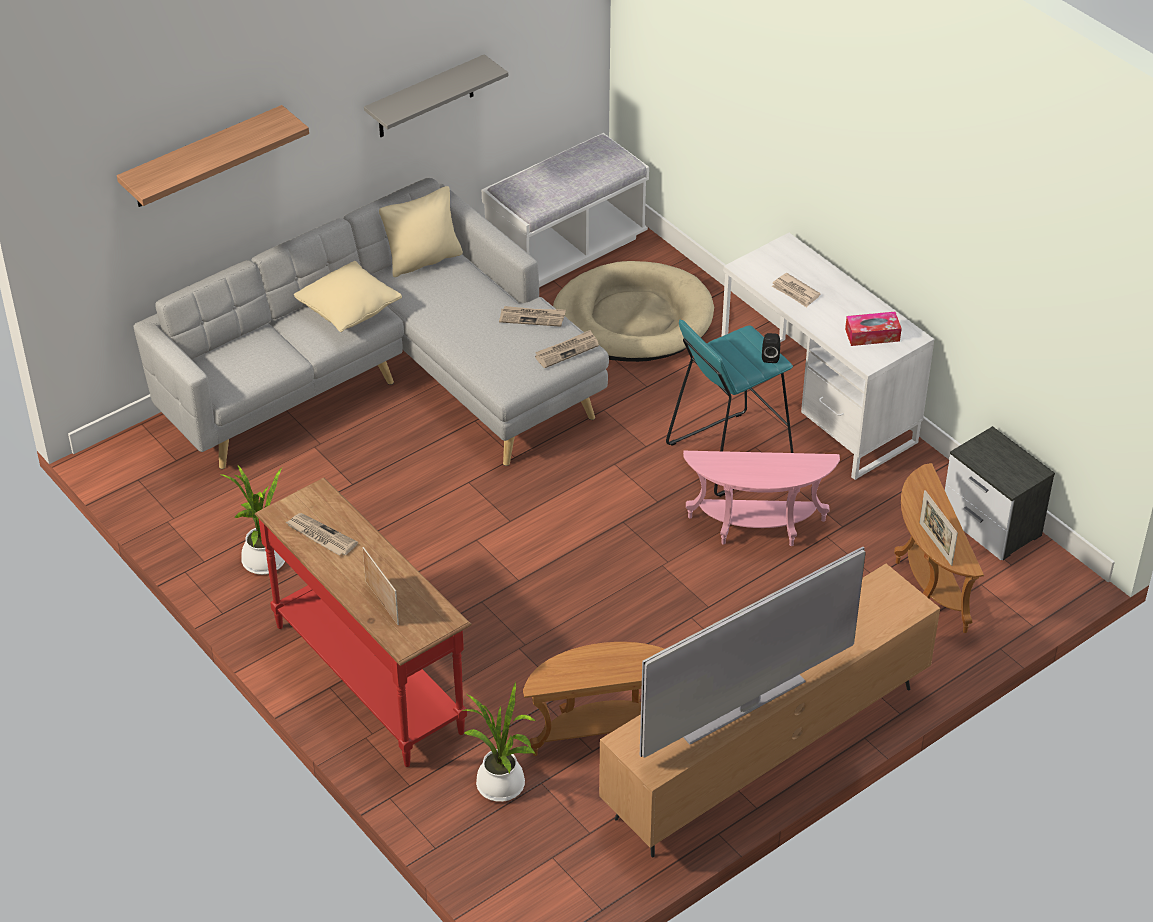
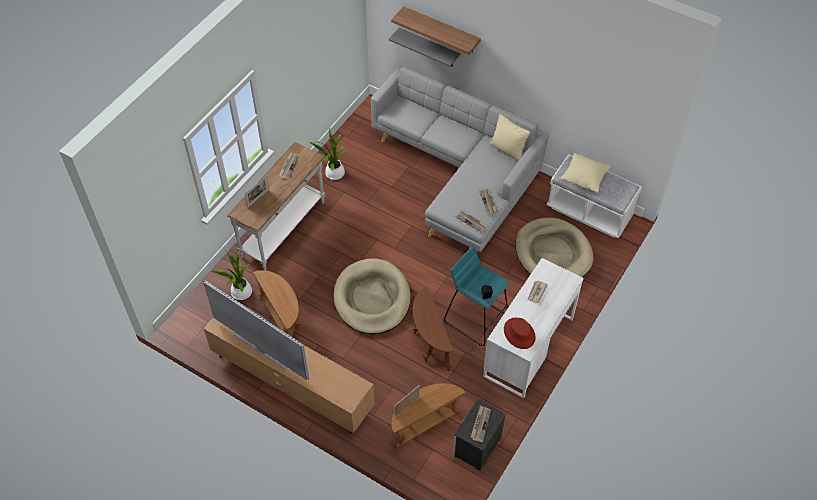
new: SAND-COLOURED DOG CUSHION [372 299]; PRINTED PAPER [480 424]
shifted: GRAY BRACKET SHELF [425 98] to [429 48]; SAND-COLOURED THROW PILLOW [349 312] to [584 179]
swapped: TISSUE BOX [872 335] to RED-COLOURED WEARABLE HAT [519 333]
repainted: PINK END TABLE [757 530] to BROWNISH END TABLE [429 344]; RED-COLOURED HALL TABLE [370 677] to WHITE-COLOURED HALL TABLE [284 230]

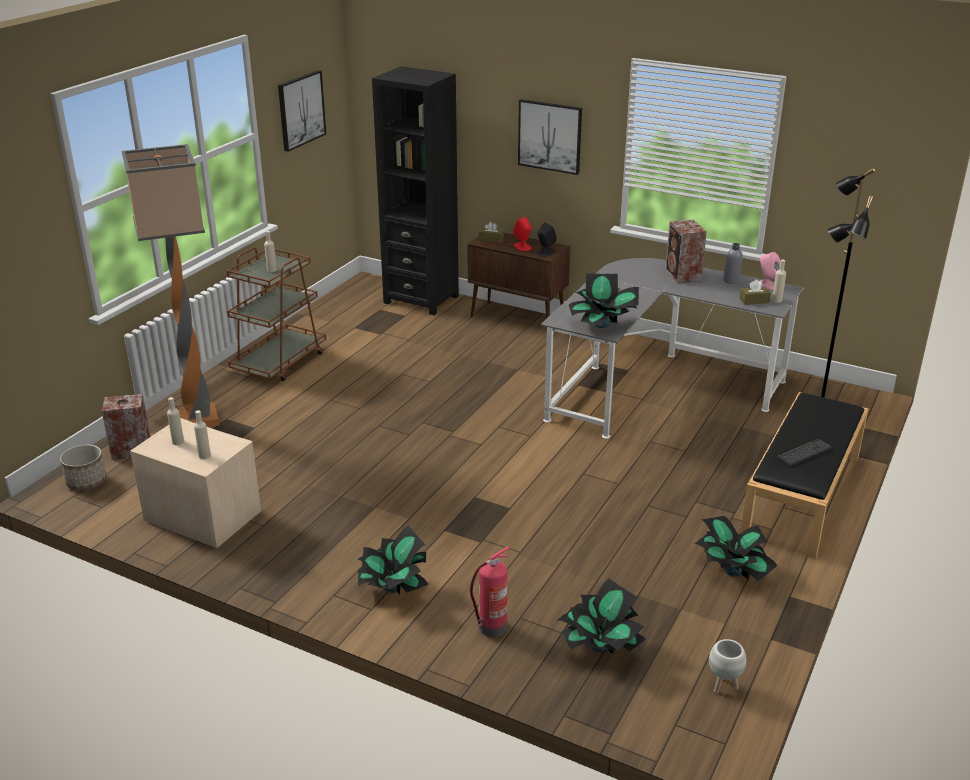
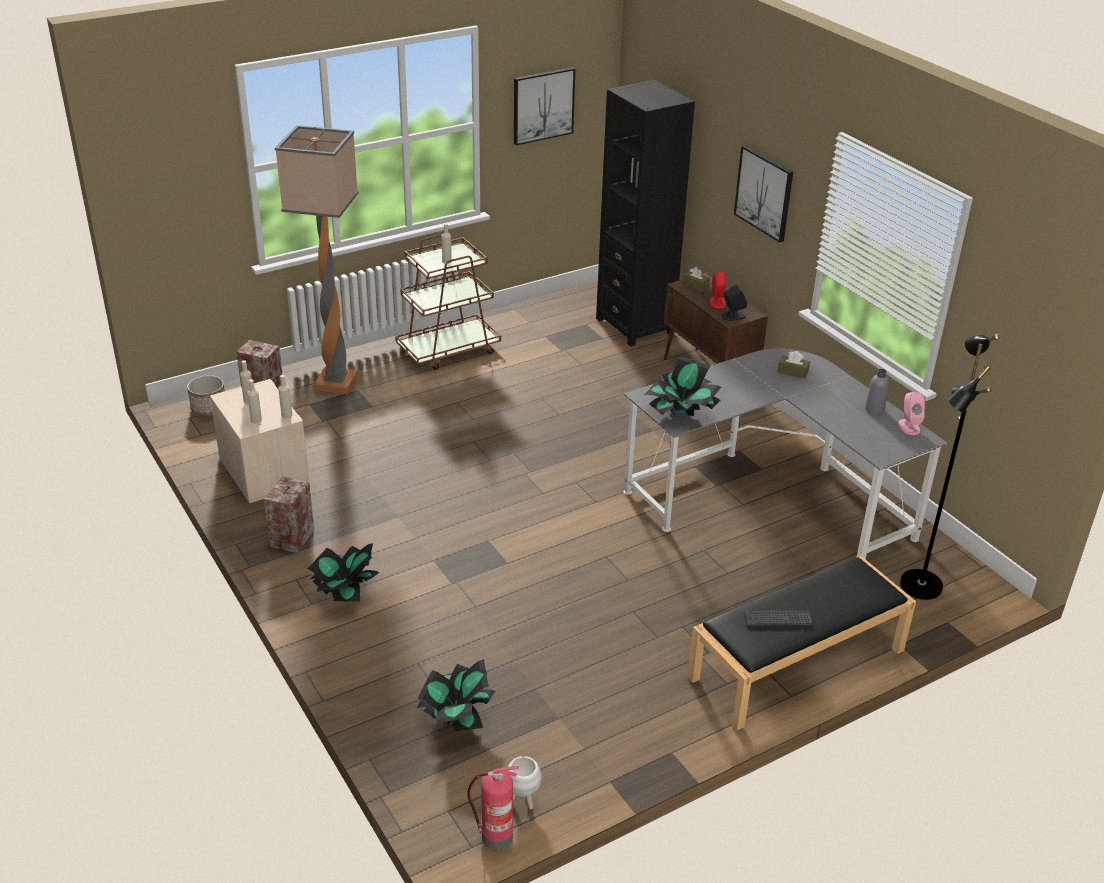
gone: HOUSEPLANT [732 571]
shifted: LOUDSPEAKER [683 275] to [291 539]; SAND-COLOURED DRINK BOTTLE [777 300] to [286 415]; BROWNISH TISSUE BOX [754 300] to [792 372]; FIRE-FIGHTING CYLINDER [491 628] to [495 837]

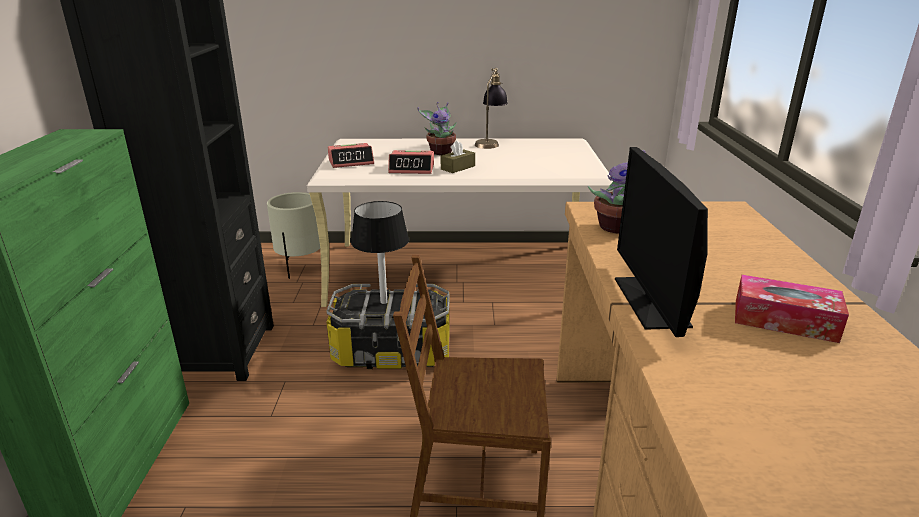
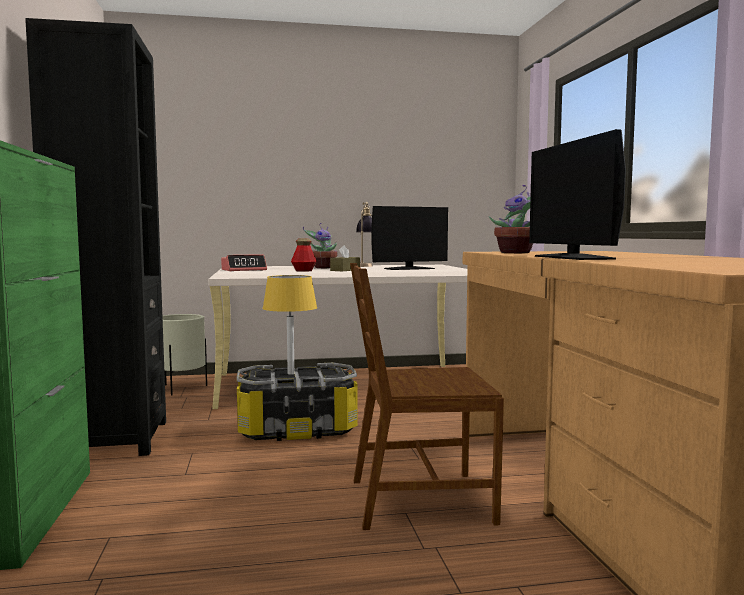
gone: TISSUE BOX [784 320]
new: COMPUTER DISPLAY [409 268]
swapped: BEDSIDE CLOCK [412 169] to DRINK BOTTLE [303 271]
repainted: BLACKISH LAMP FOR A TABLE [383 302] to YELLOW-COLOURED LAMP FOR A TABLE [290 373]

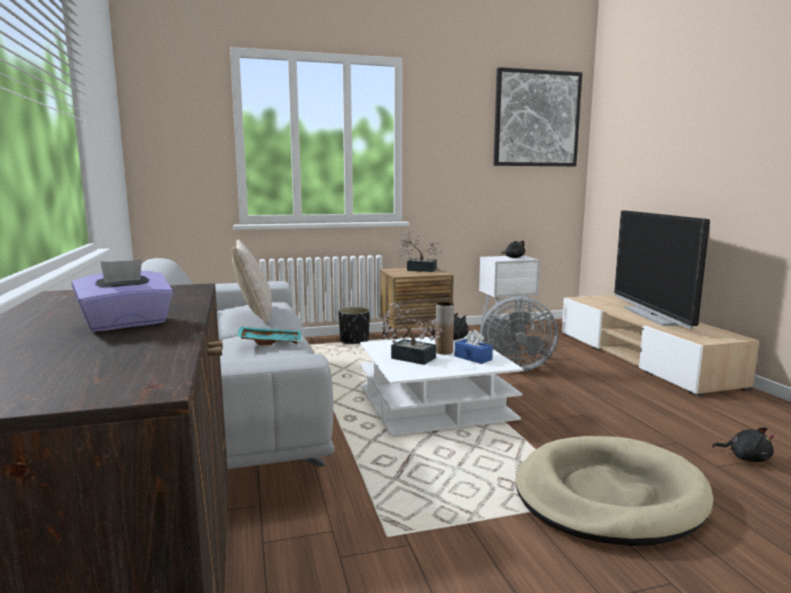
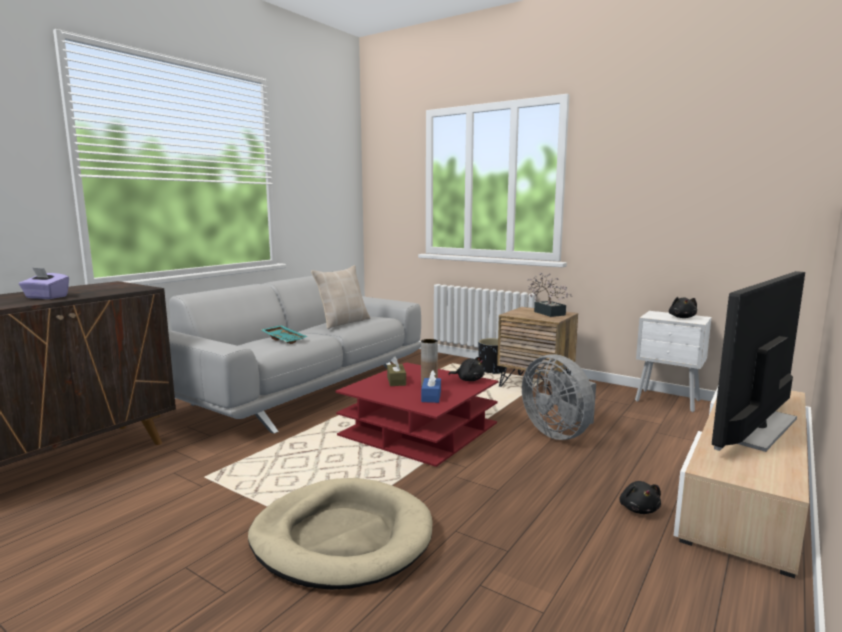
gone: WALL PICTURE [536 119]
shifted: BLACKISH SOFT TOY [746 458] to [638 509]
swapped: HOUSEPLANT [409 357] to BROWNISH TISSUE BOX [396 381]
repainted: WHITE-COLOURED COFFEE TABLE [434 403] to RED-COLOURED COFFEE TABLE [419 430]

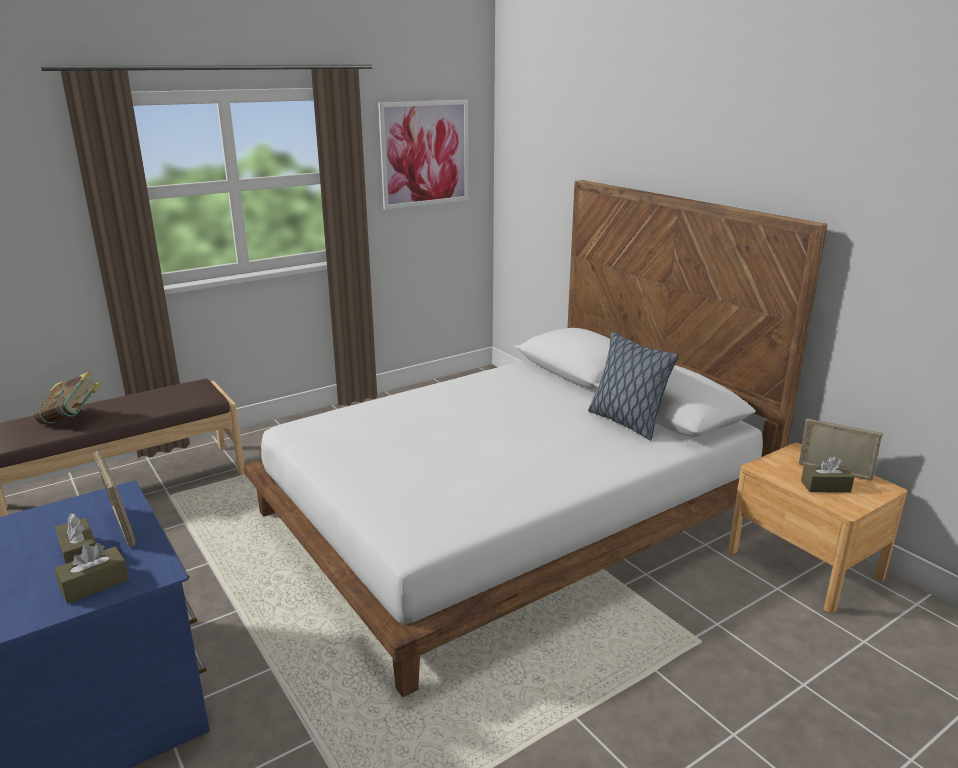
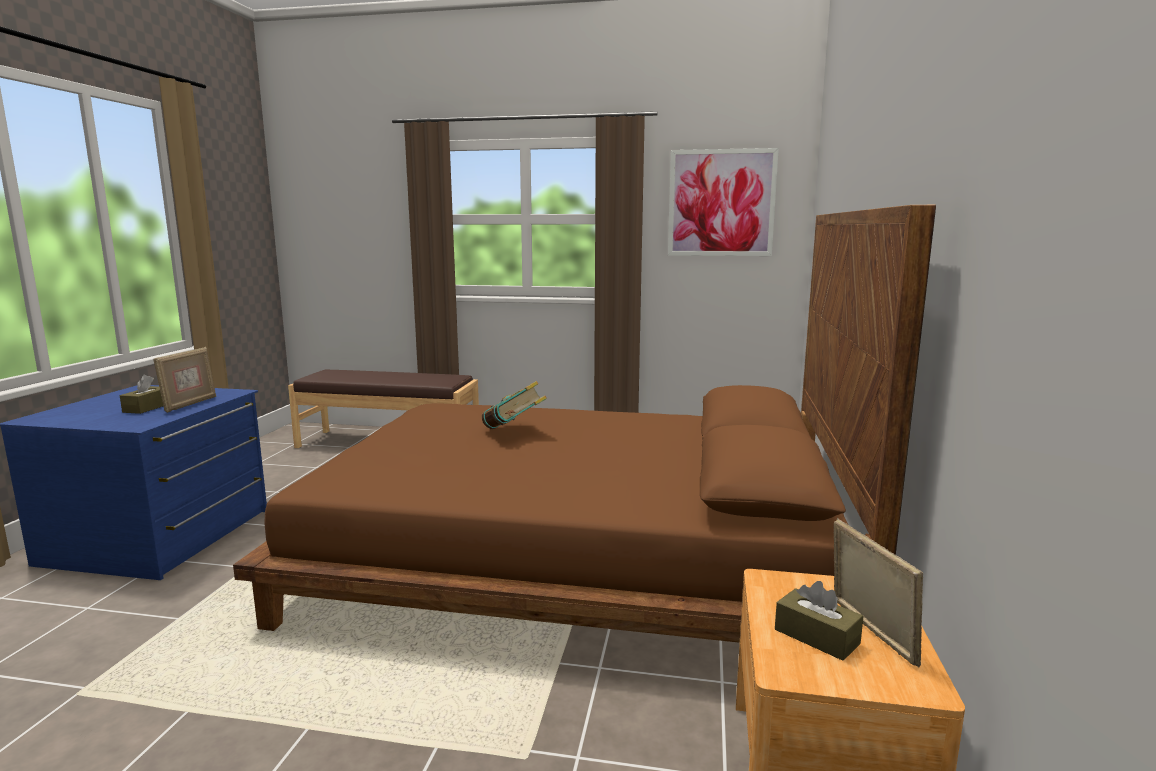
gone: THROW PILLOW [626 422]; BROWNISH TISSUE BOX [94 584]
shifted: VOLUME [72 420] to [514 431]
repainted: WHITE-COLOURED BED [511 515] to BROWNISH BED [576 559]

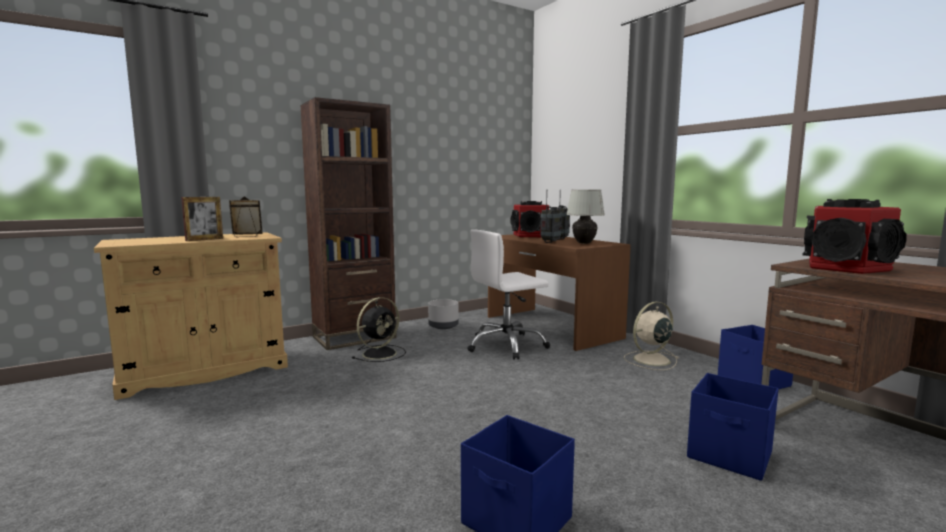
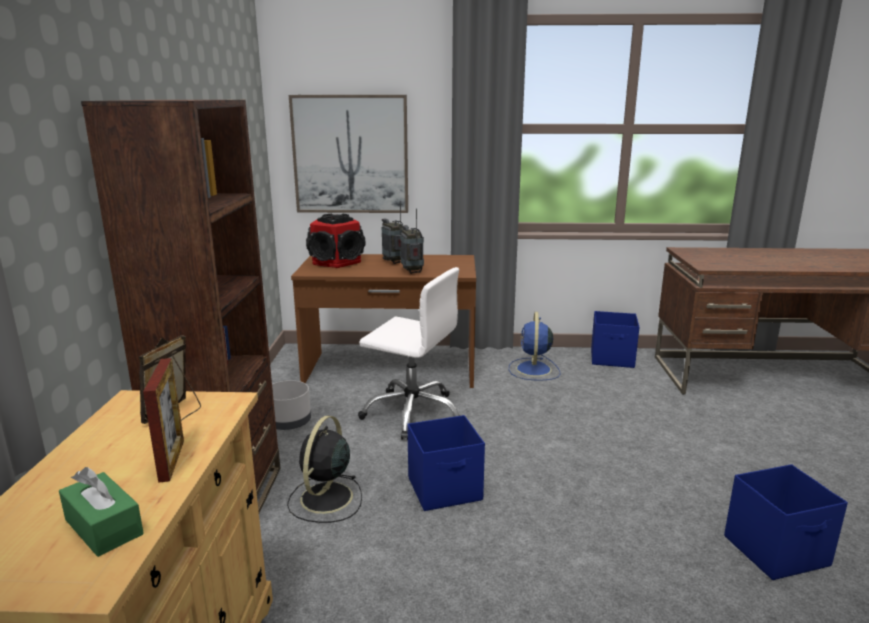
gone: WHITE-COLOURED LAMP FOR A TABLE [584 243]; LOUDSPEAKER [846 268]
new: WALL PICTURE [350 155]; GREENISH TISSUE BOX [104 527]
shifted: BLUE-COLOURED STORAGE CONTAINER [730 456] to [446 489]
repainted: SAND-COLOURED FAN [650 360] to BLUE-COLOURED FAN [533 370]
rotated: WHITE-COLOURED OFFICE CHAIR [506 345] = [413 412] 75 degrees counterclockwise; BLACKISH FAN [381 353] = [325 499] 150 degrees counterclockwise

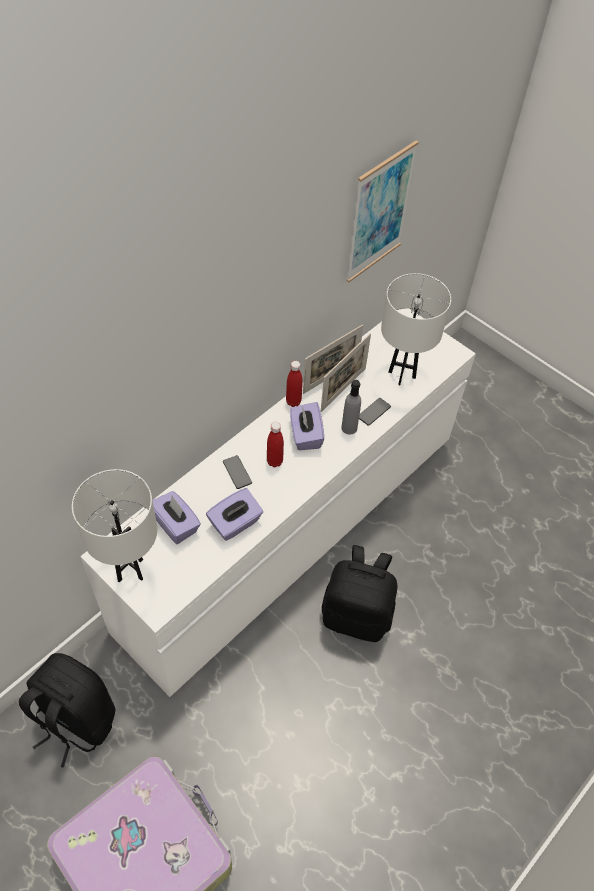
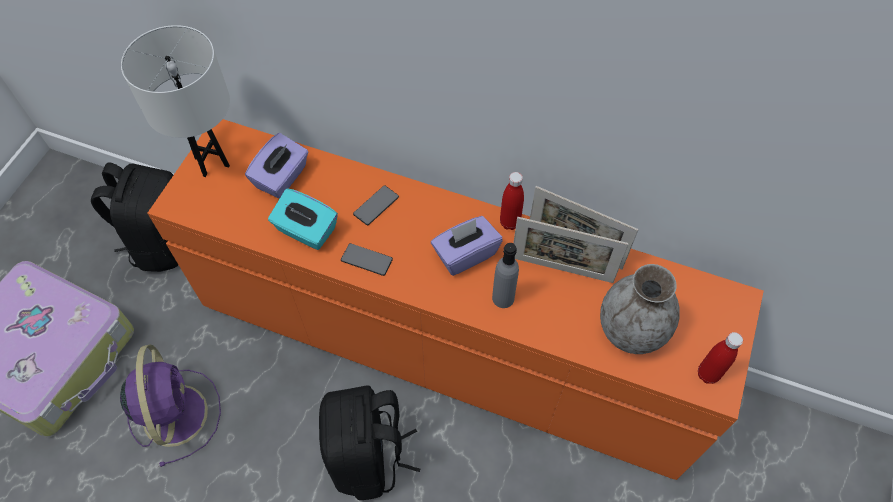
gone: WALL PICTURE [379 213]
new: PURPLE-COLOURED FAN [175 412]
shifted: HANDSET [374 412] to [366 260]; RED-COLOURED DRINK BOTTLE [274 461] to [707 374]
swapped: WHITE-COLOURED LAMP FOR A TABLE [402 374] to GRAY FLOWER VASE [631 331]
repainted: WHITE-COLOURED DRAWER CHEST [290 531] to ORANGE DRAWER CHEST [446 343]; PURPLE-COLOURED TISSUE BOX [235 523] to TURQUOISE-COLOURED TISSUE BOX [306 231]

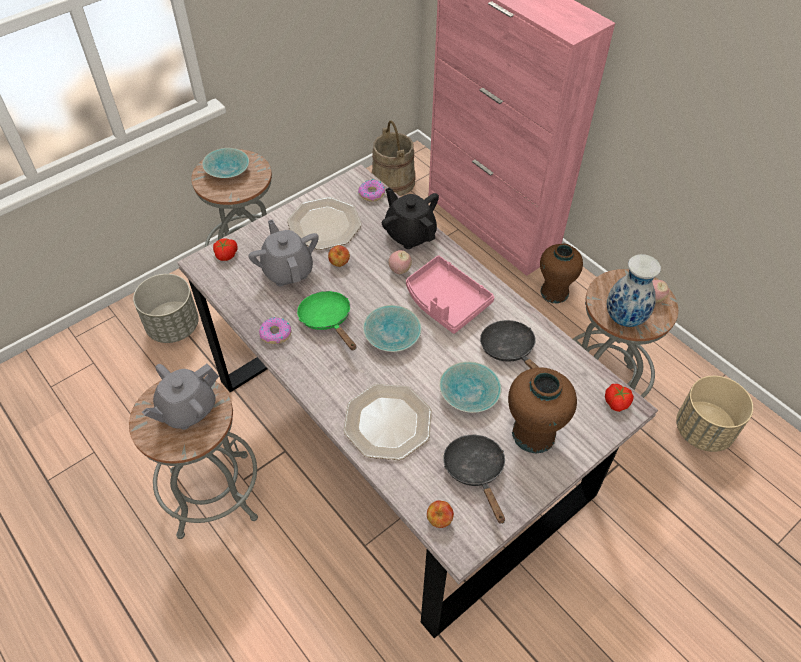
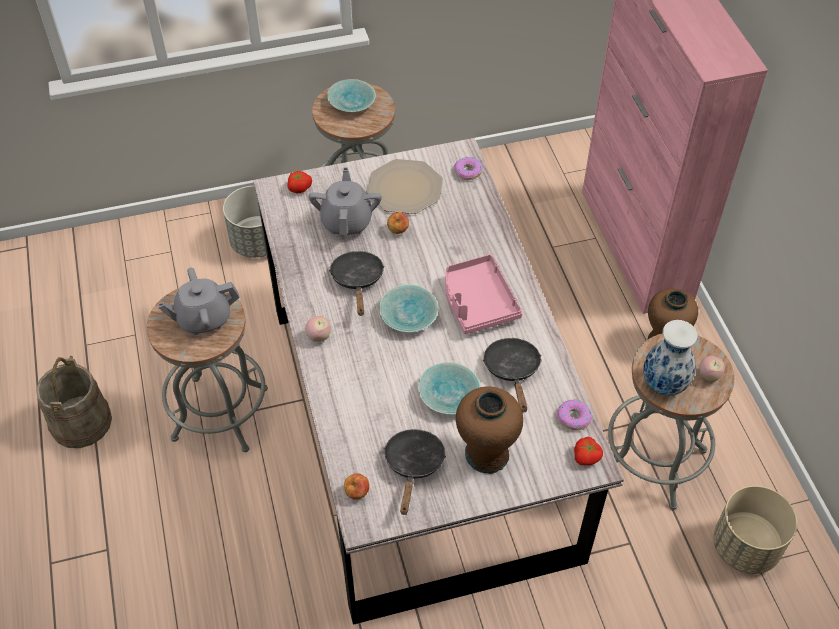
gone: BLACKISH TEA POT [410 234]; DINNER PLATE [387 423]
shifted: SAND-COLOURED WATER BUCKET [393 182] to [80 422]; APPLE [399 270] to [319 337]; RING DOUGHNUT [275 334] to [573 418]
repainted: GREENISH PAN [328 320] to BLACKISH PAN [358 281]

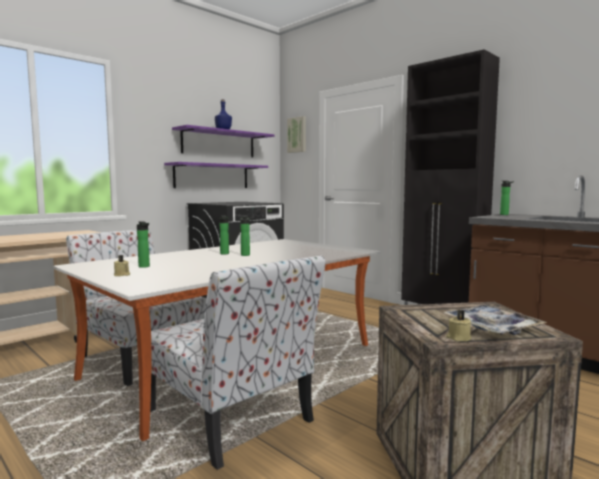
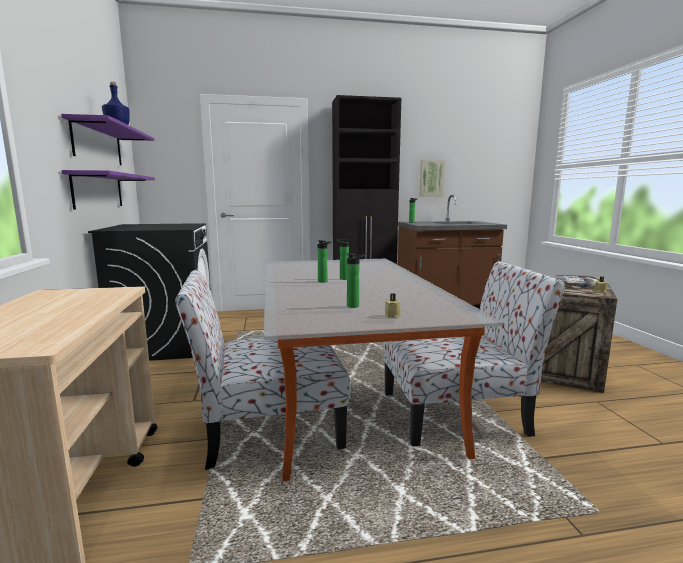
shifted: WALL PICTURE [297 135] to [431 178]

